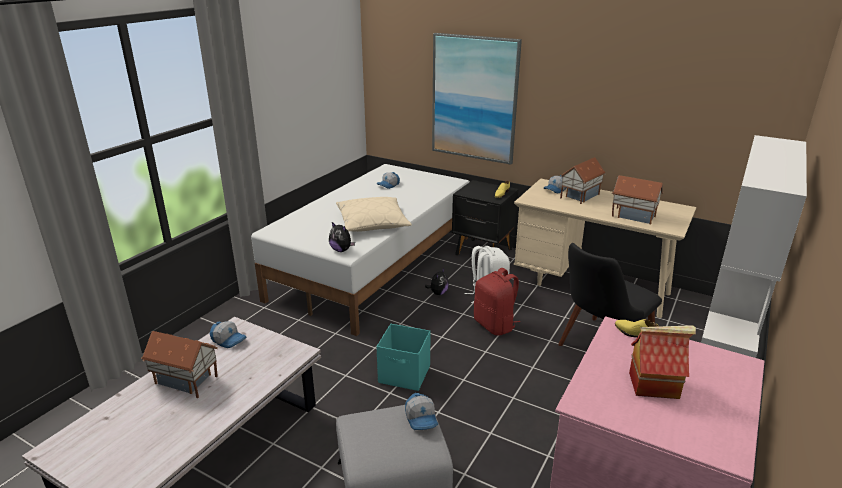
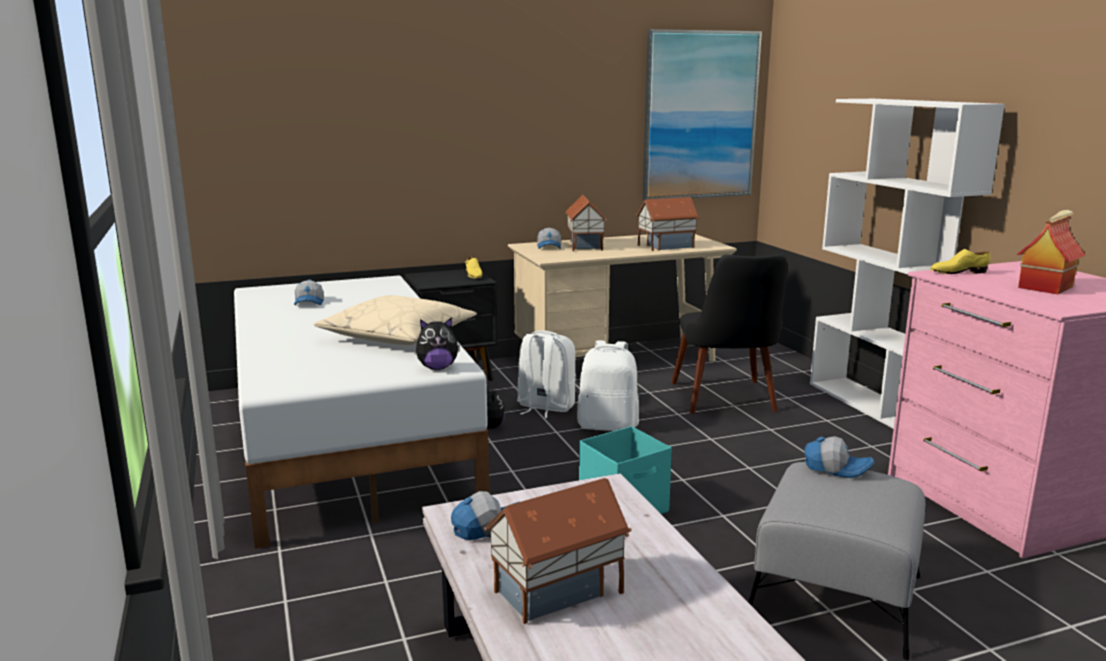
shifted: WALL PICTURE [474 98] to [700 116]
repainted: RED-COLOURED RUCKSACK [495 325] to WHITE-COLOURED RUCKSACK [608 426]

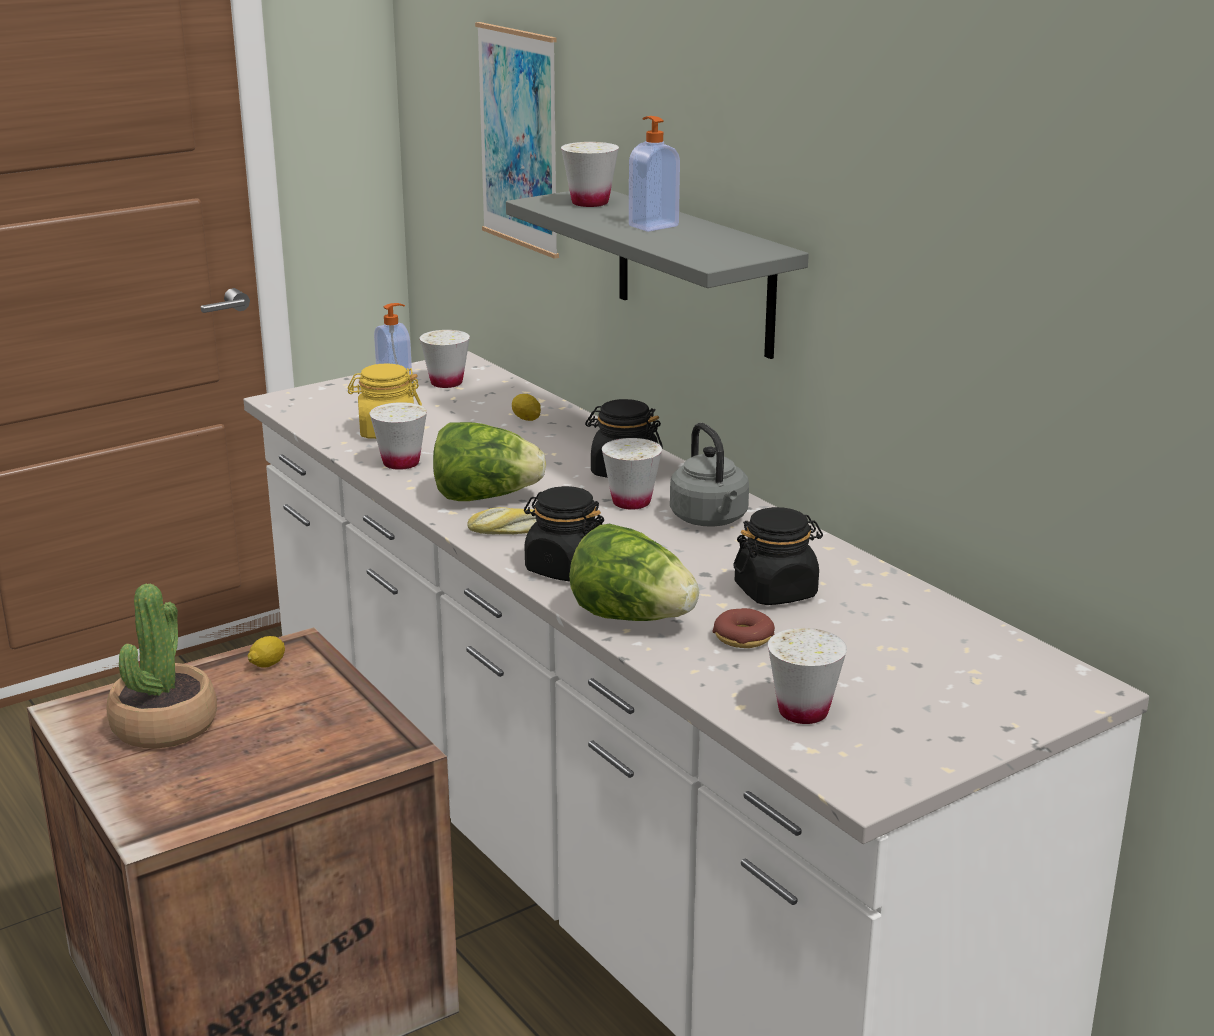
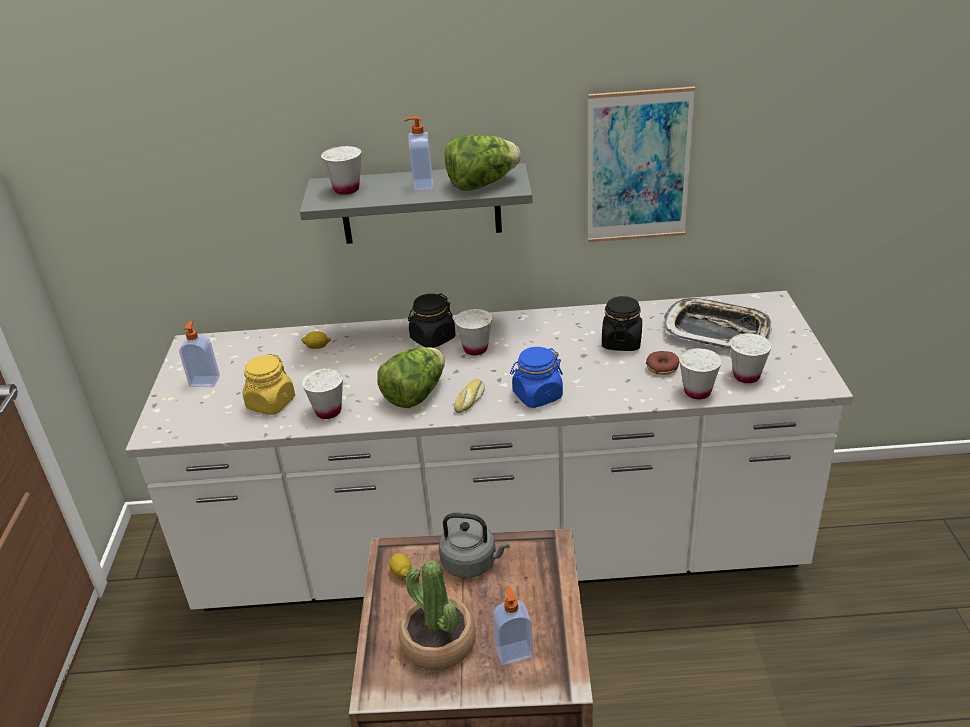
new: CARRYING TRAY [716 331]; SOAP DISPENSER [513 651]
shifted: WALL PICTURE [519 139] to [638 167]; WHITE-COLOURED DRINKING CUP [446 383] to [697 392]; GRAY KETTLE [710 520] to [472 563]; LETTUCE HEAD [632 617] to [482 184]
repainted: BLACKISH STORAGE JAR [565 568] to BLUE-COLOURED STORAGE JAR [537 396]

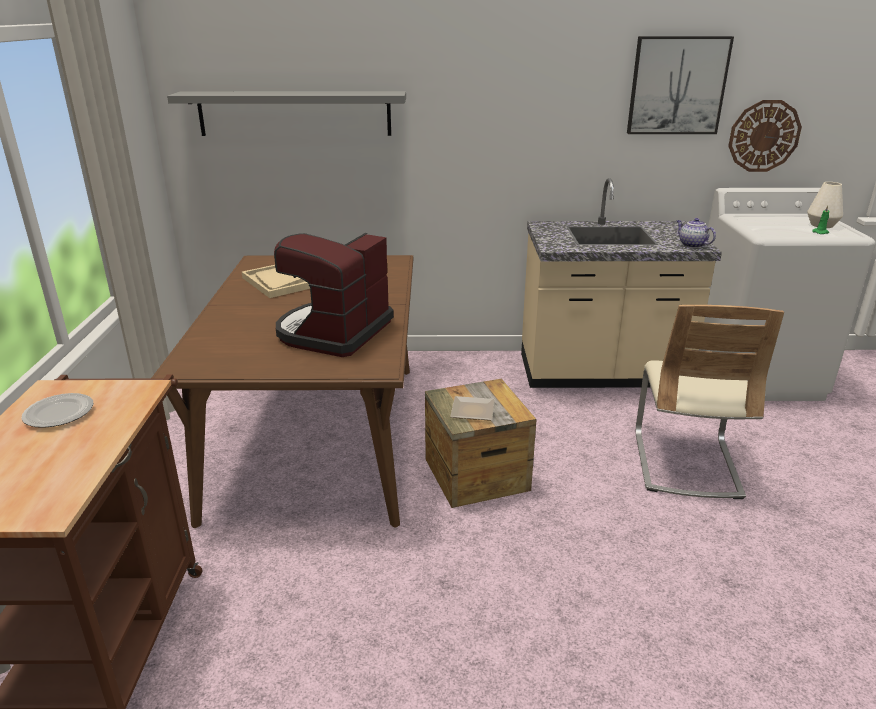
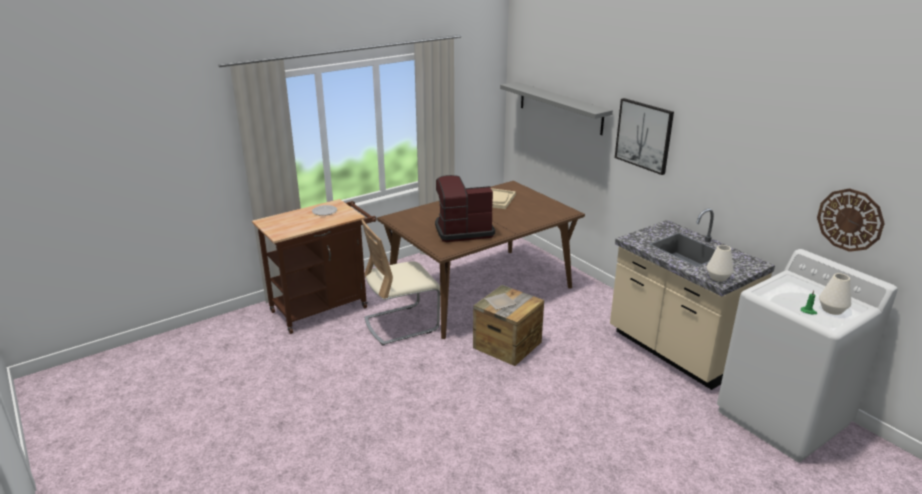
shifted: WALL PICTURE [677 86] to [644 135]; SAND-COLOURED CHAIR [685 463] to [401 324]
swapped: TEA POT [691 245] to WHITE-COLOURED FLOWER VASE [718 277]

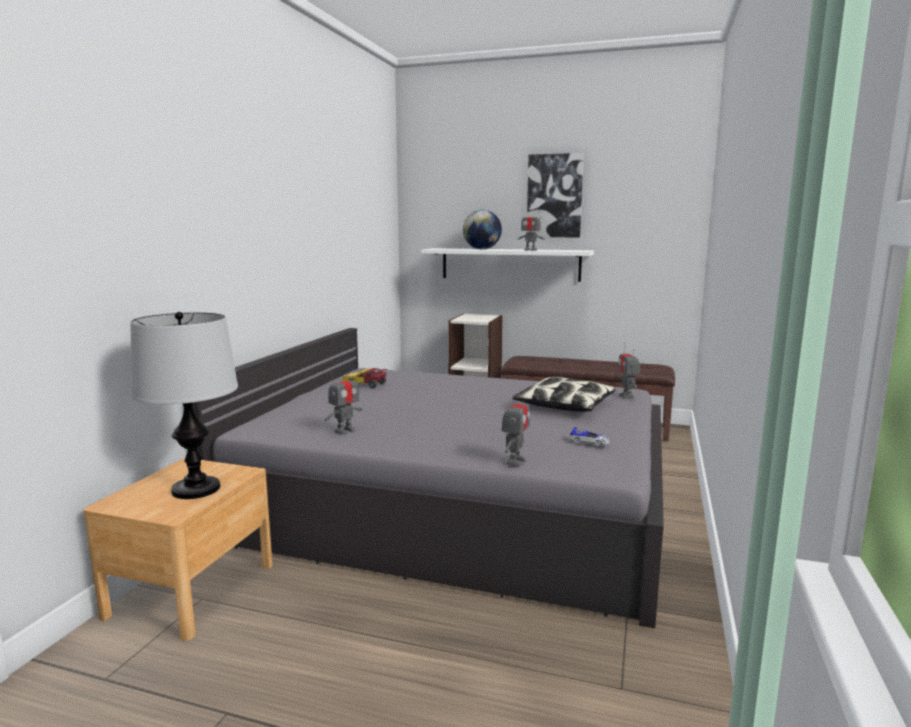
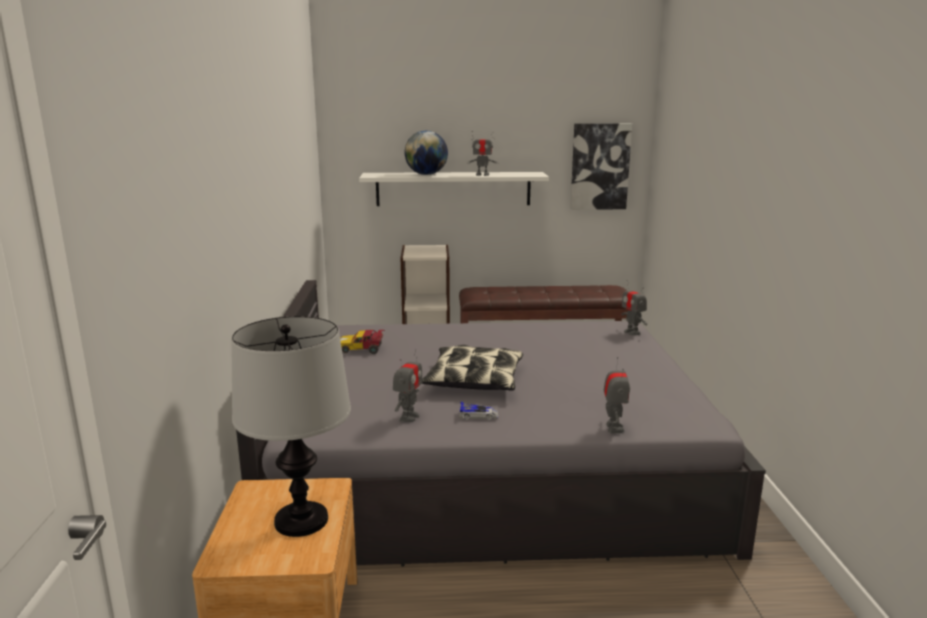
shifted: WALL PICTURE [554 196] to [600 166]; THROW PILLOW [564 405] to [474 380]; MODEL CAR [589 442] to [478 415]

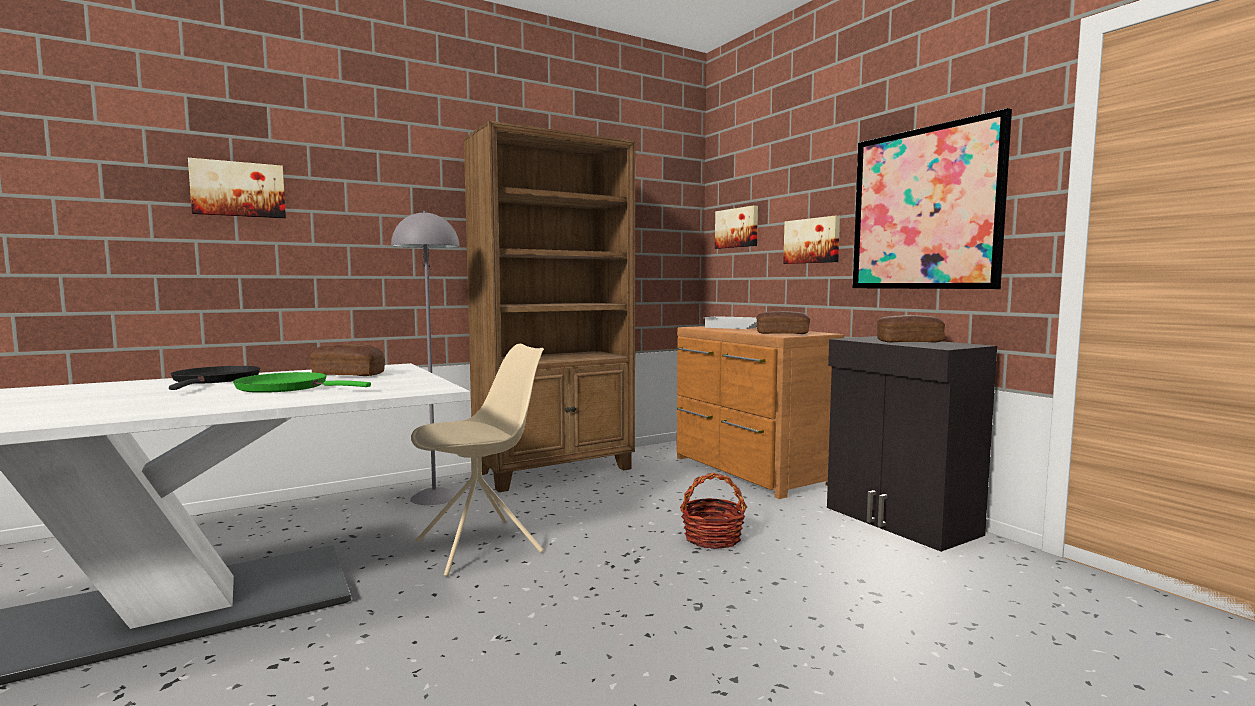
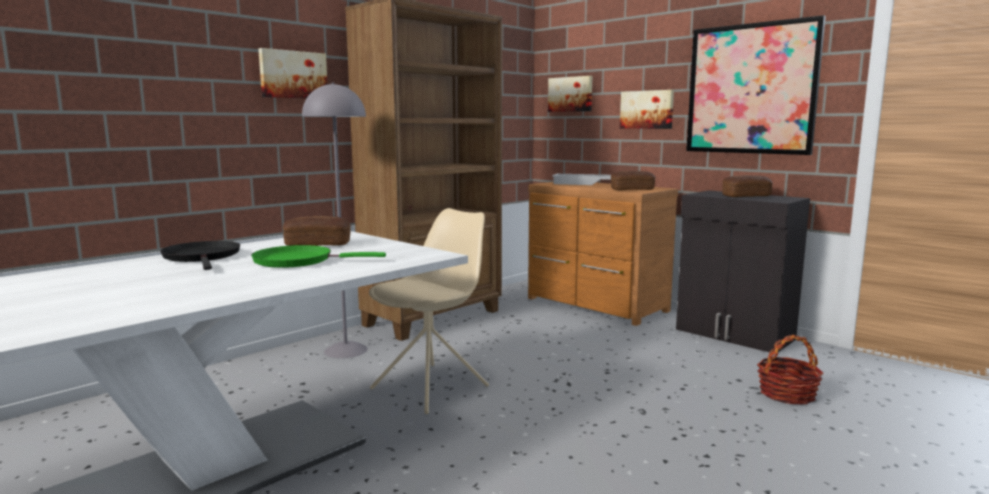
shifted: WALL PICTURE [238 189] to [293 74]; BASKET [712 538] to [787 394]

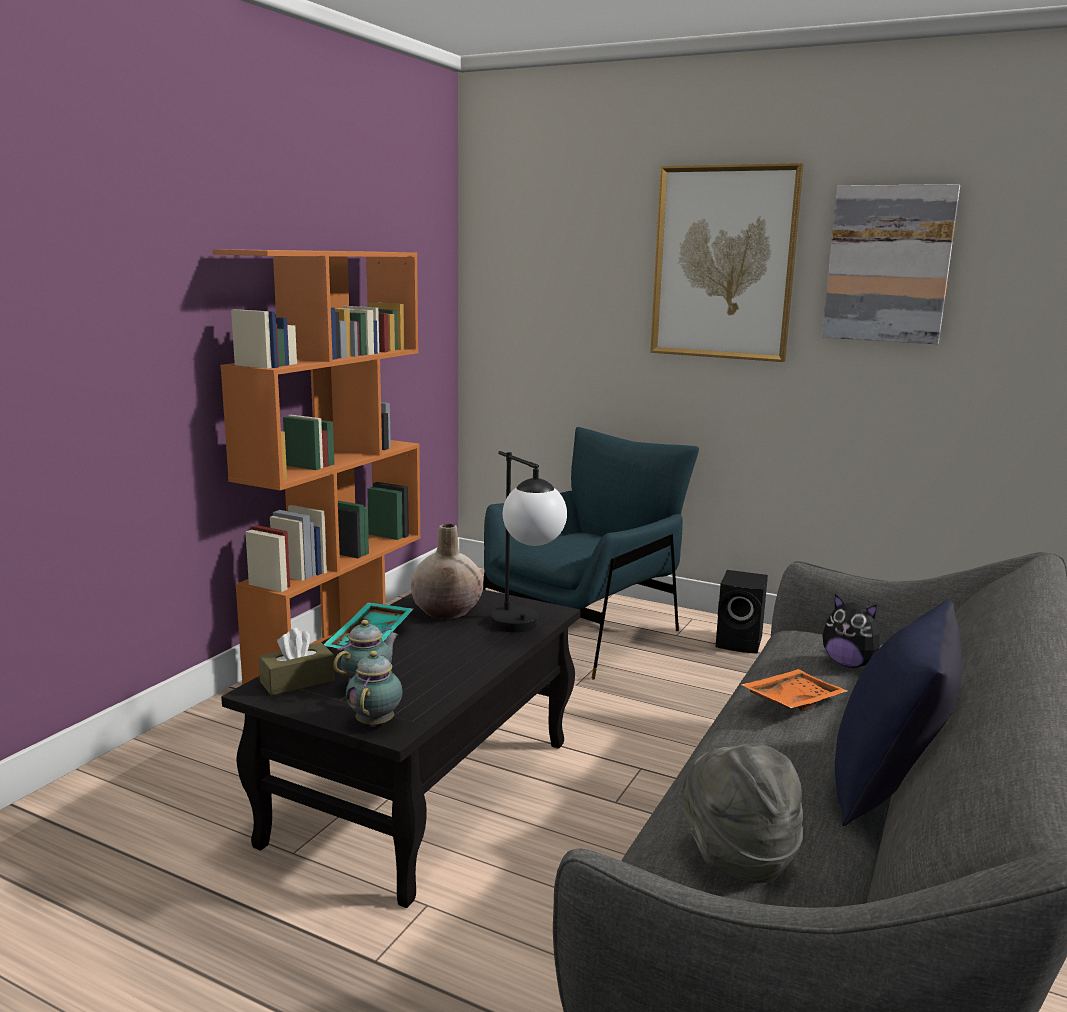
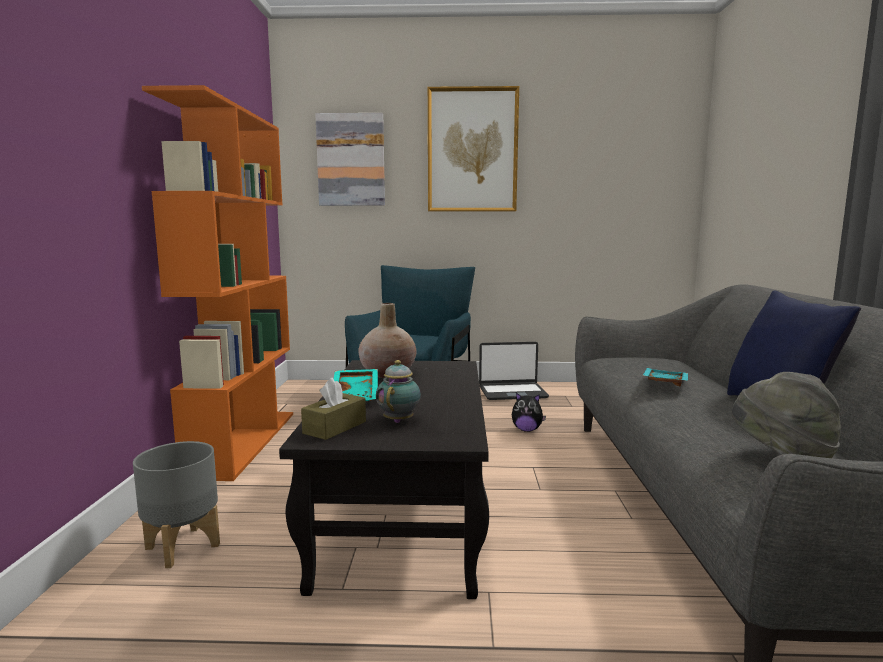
gone: LAMP FOR A TABLE [525 629]; TEA POT [376 722]
new: GRAY FLOWER POT [182 546]
shifted: WALL PICTURE [888 264] to [351 160]; SOFT TOY [849 664] to [527 430]
swapped: BLACKISH LOUDSPEAKER [741 643] to LAPTOP [512 392]
repainted: ORANGE CARRYING TRAY [791 701] to TURQUOISE-COLOURED CARRYING TRAY [663 384]

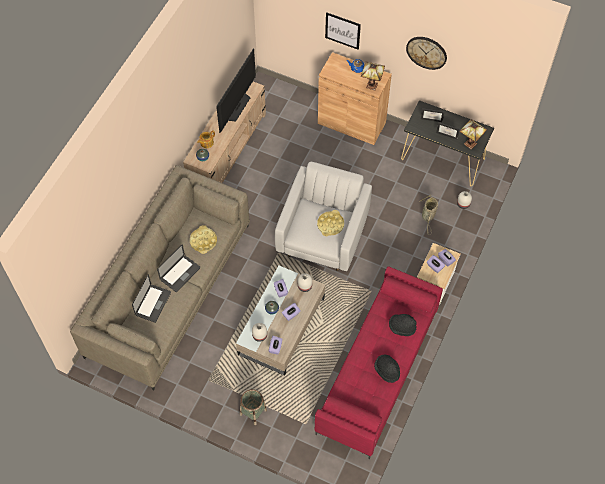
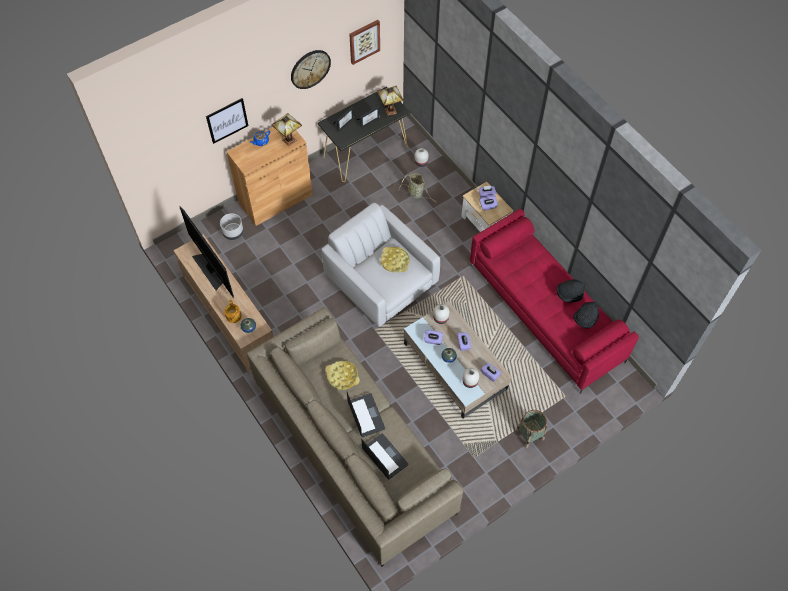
new: WALL PICTURE [364 41]; GRAY FLOWER POT [233 232]
shifted: BLACKISH WEARABLE HAT [402 327] to [585 319]

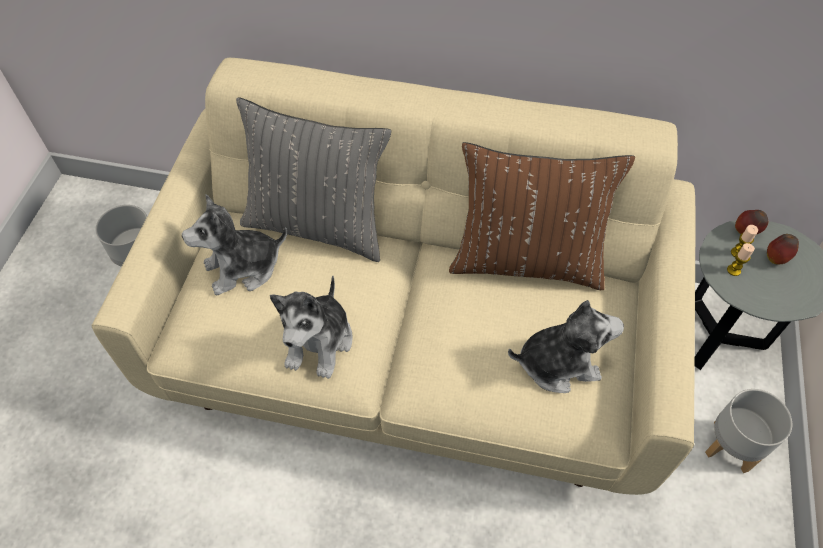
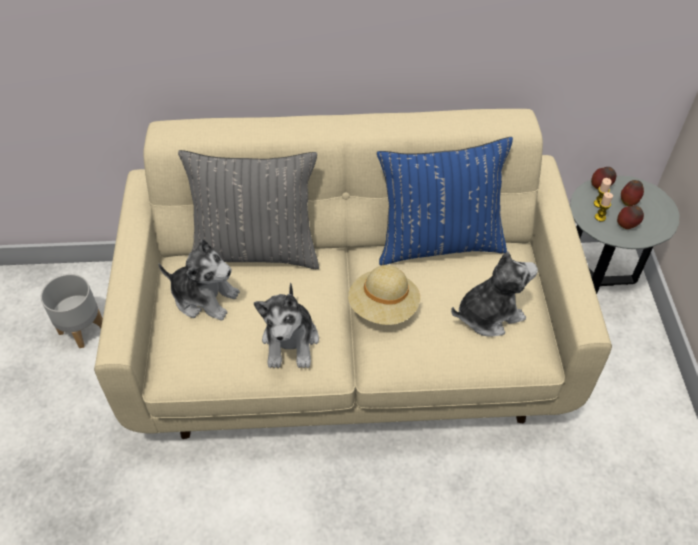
gone: GRAY FLOWER POT [729 446]
new: APPLE [626 226]; SAND-COLOURED WEARABLE HAT [383 307]
repainted: BROWNISH THROW PILLOW [526 261] to BLUE-COLOURED THROW PILLOW [438 243]
rotated: SOFT TOY [243 268] = [204 297] 120 degrees counterclockwise

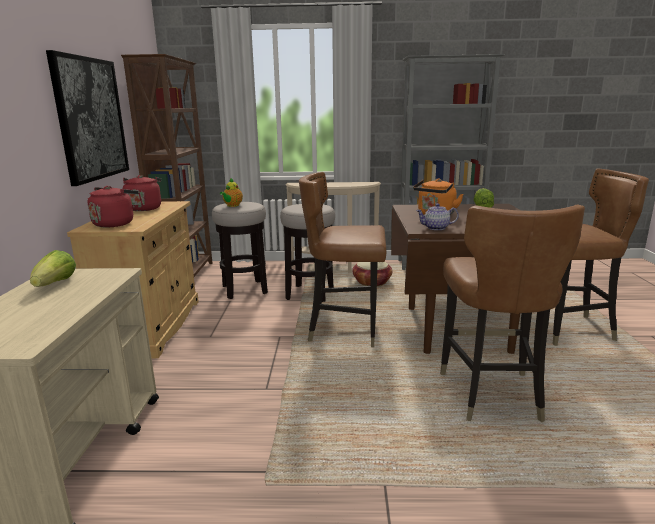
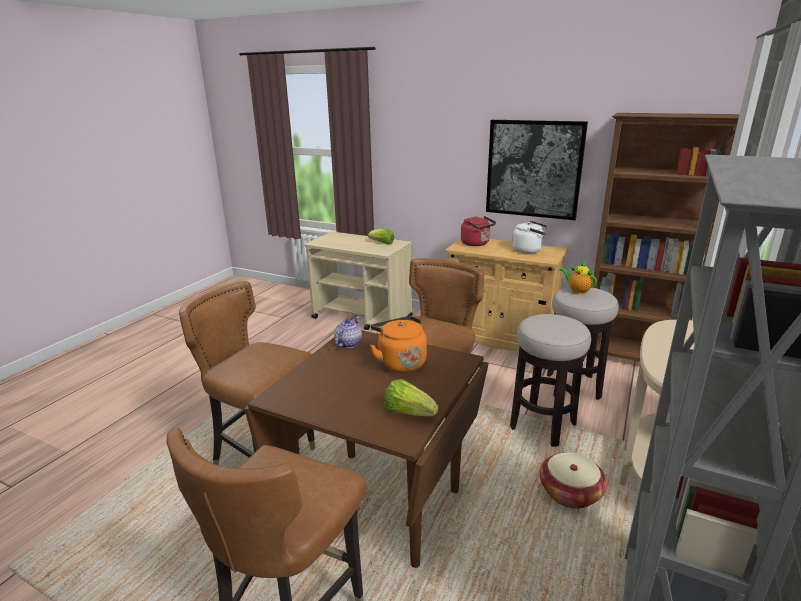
repainted: RED-COLOURED KETTLE [144 208] to WHITE-COLOURED KETTLE [529 250]

